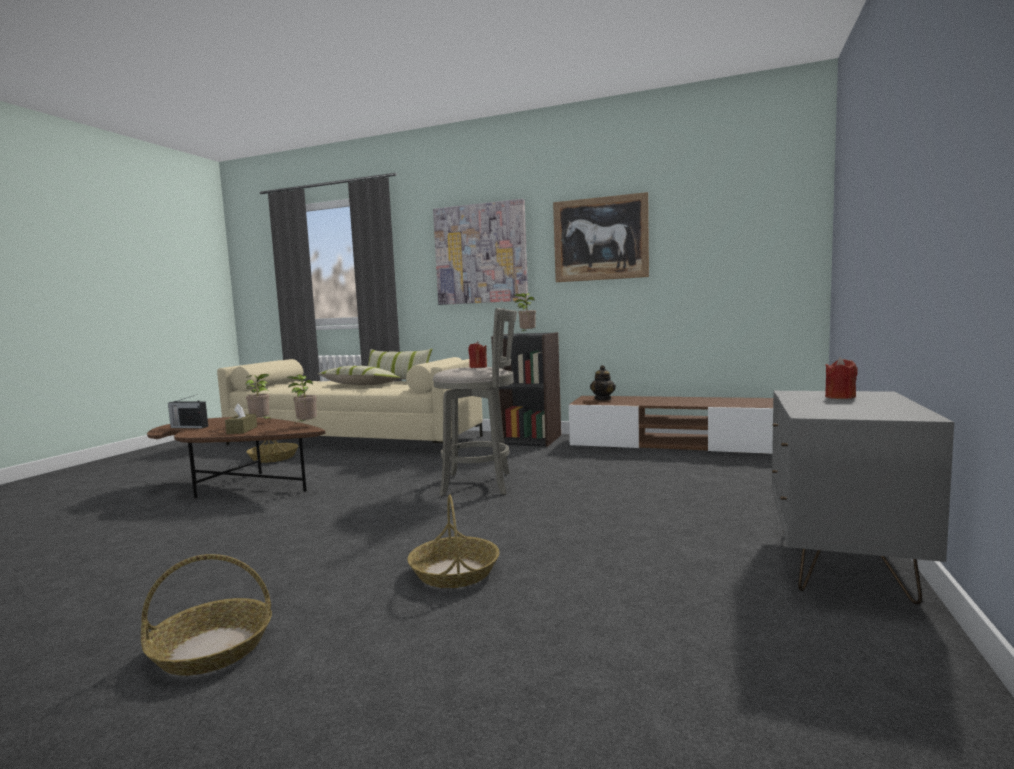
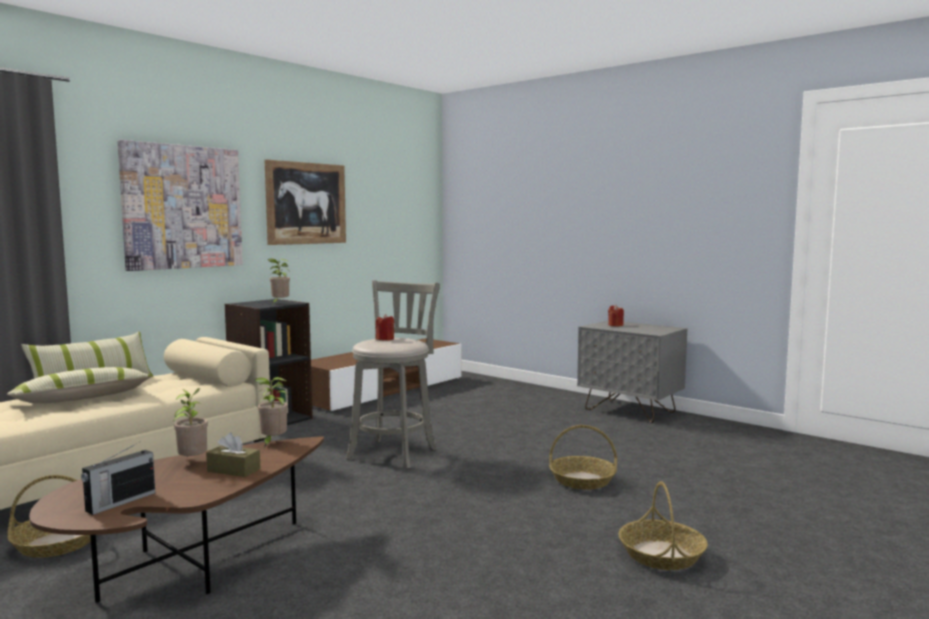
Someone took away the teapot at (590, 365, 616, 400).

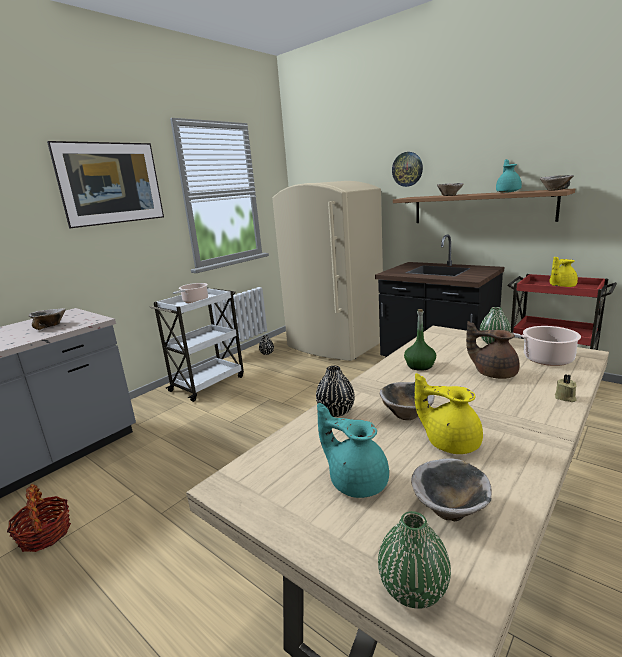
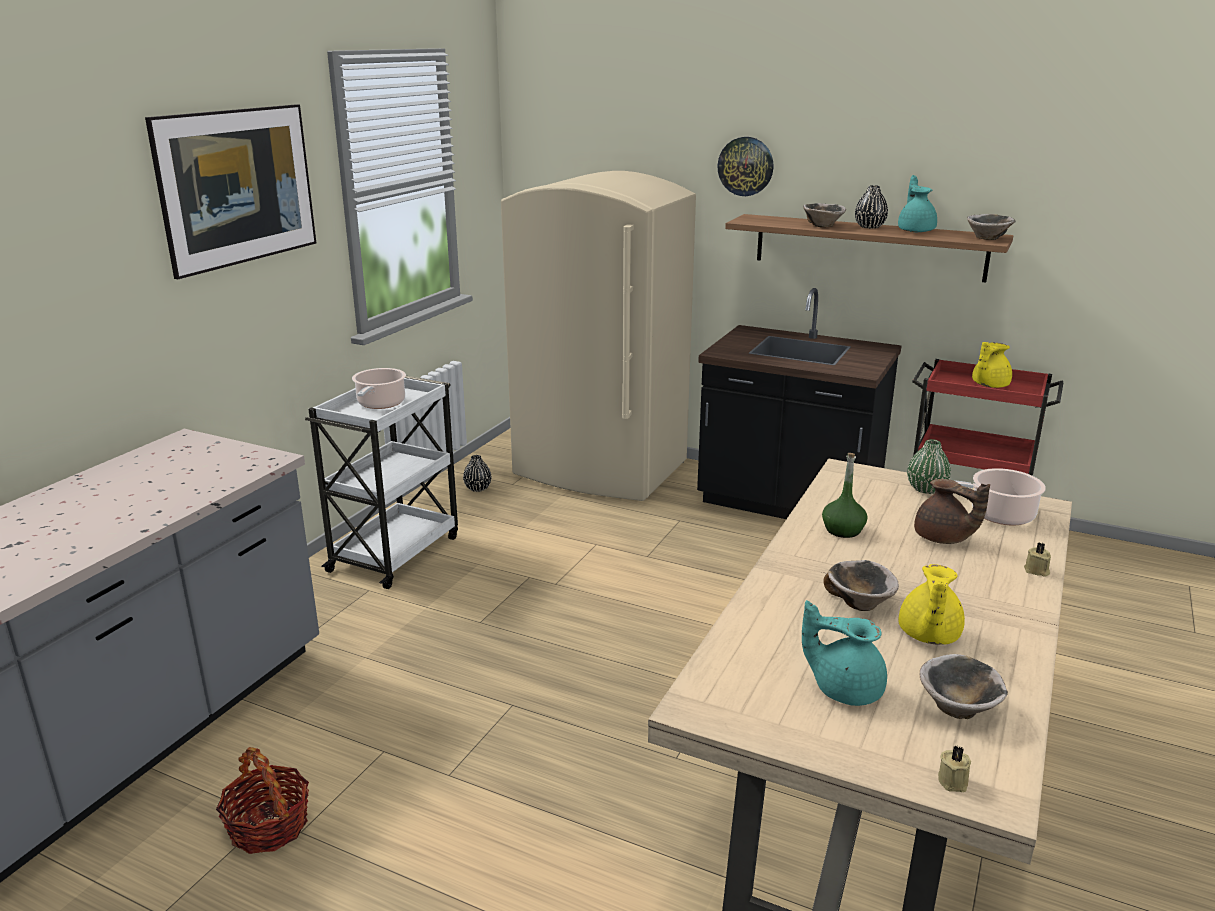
Someone took away the deep dish at (29, 308, 66, 330).
Someone rotated the teapot (brown-coloured) at (466, 321, 520, 379) by 150 degrees counterclockwise.
Someone carried the vase (black-coloured) from (316, 366, 355, 417) to (855, 185, 888, 229).
Someone rotated the teapot (yellowish) at (415, 373, 483, 454) by 90 degrees counterclockwise.
Someone swapped the vase (green) at (378, 511, 451, 609) for the candle (beige-coloured) at (938, 745, 971, 792).

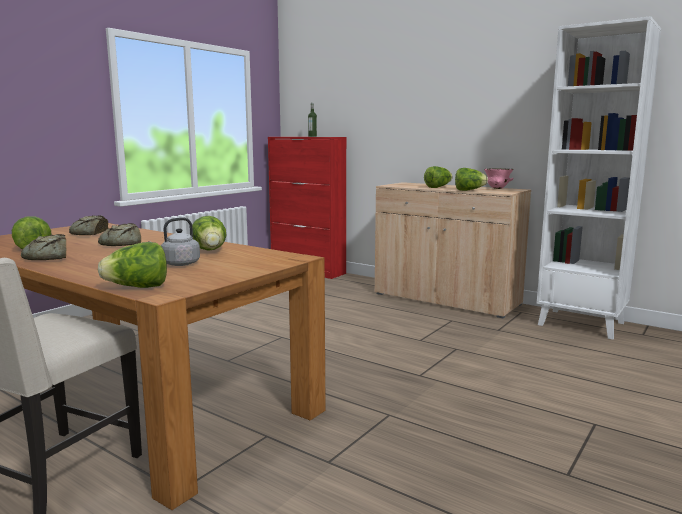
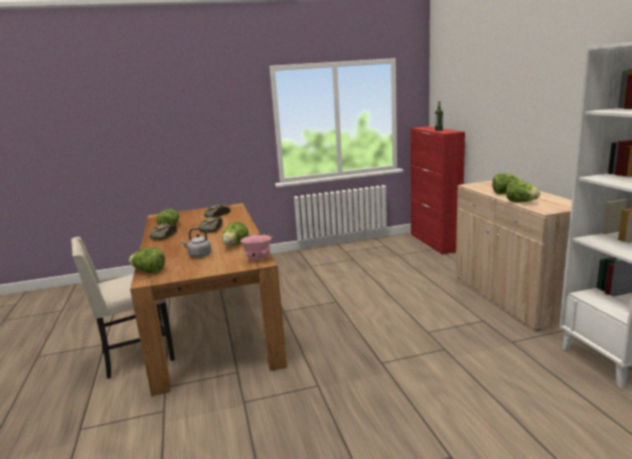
Someone carried the deep dish (pink-coloured) from (484, 168, 514, 189) to (240, 234, 274, 261).

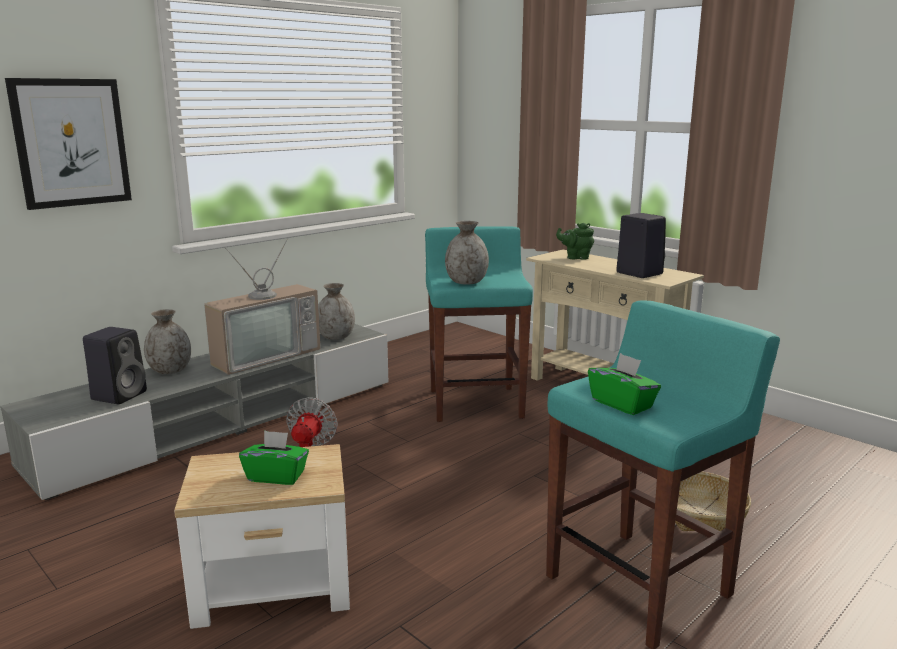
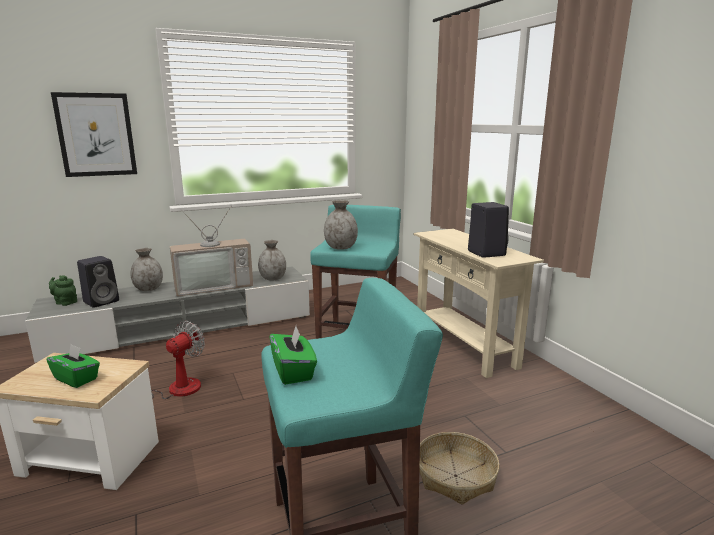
Someone carried the teapot (green) from (556, 223, 594, 260) to (49, 275, 77, 306).

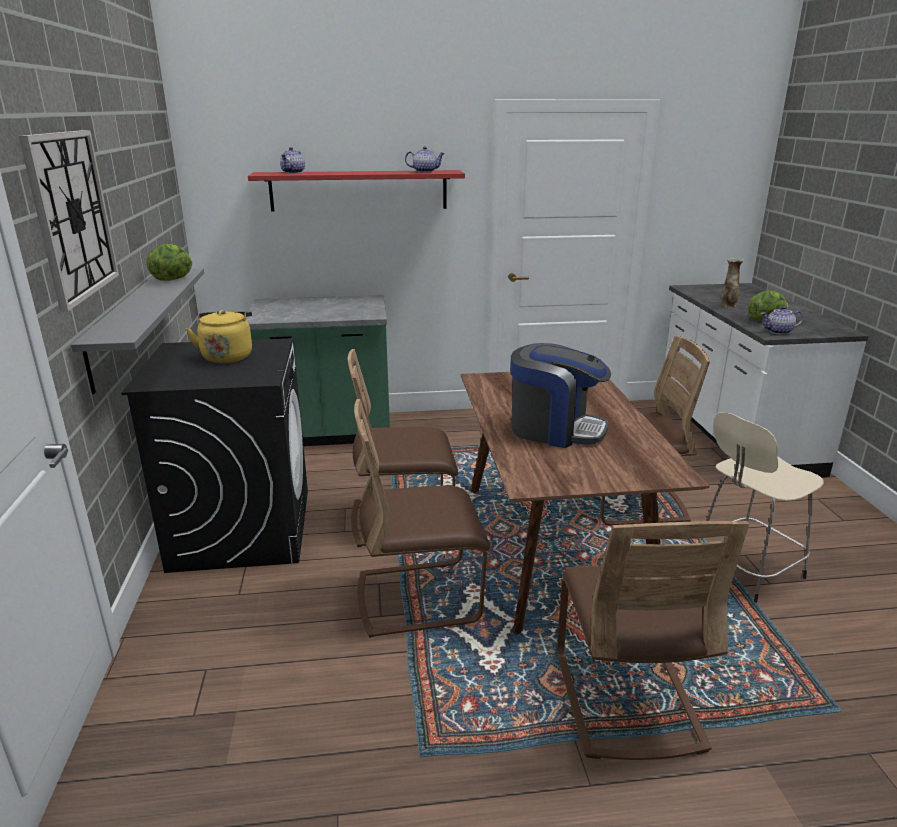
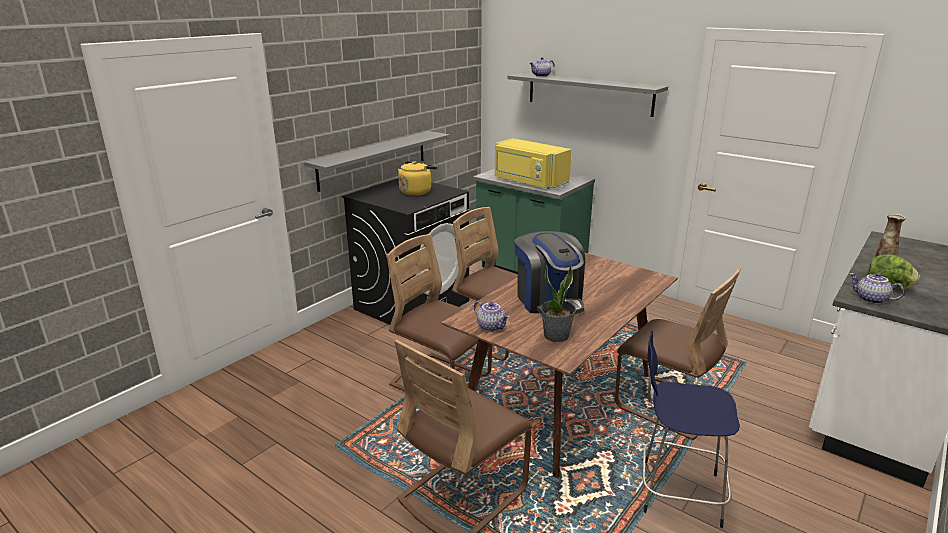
Someone took away the clock on the wall at (19, 130, 119, 312).
Someone carried the teapot from (405, 146, 445, 173) to (474, 301, 509, 332).
Someone repainted the bracket shelf (reddish) at (248, 170, 465, 212), which became the bracket shelf (greyish) at (507, 73, 668, 117).
Someone took away the lettuce at (147, 244, 192, 281).
Someone repainted the stool (beige-coloured) at (698, 412, 824, 603), which became the stool (bluish) at (642, 331, 740, 528).
Someone put down the kitchen microwave (yellowish) at (495, 138, 572, 189).
Someone put down the plant in a pot at (540, 262, 576, 342).

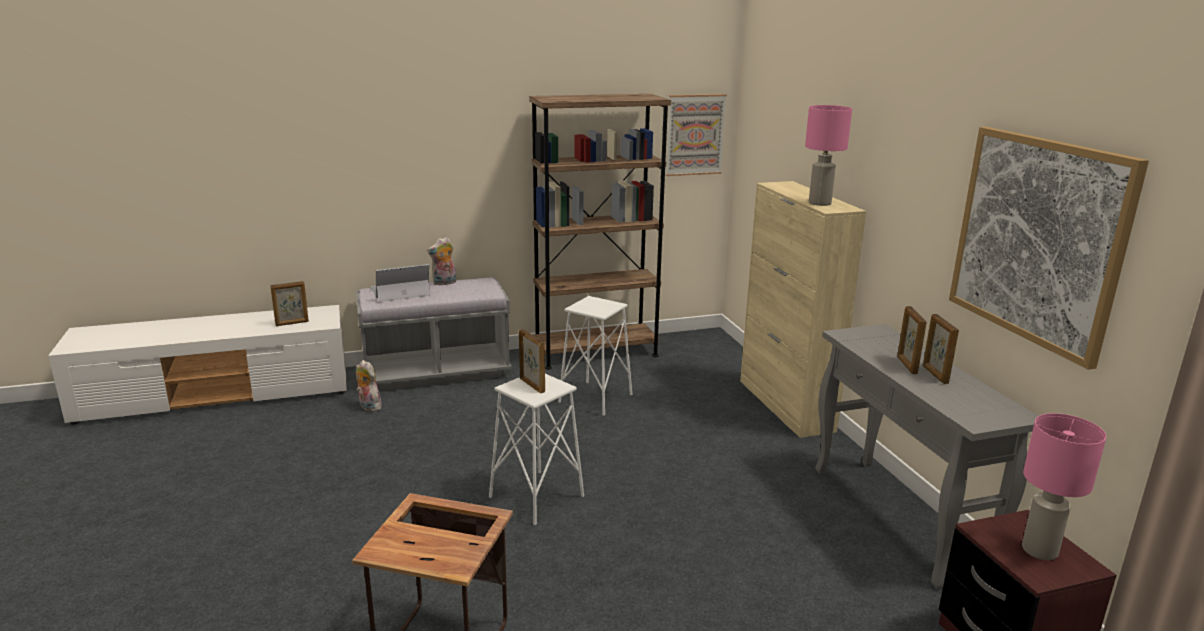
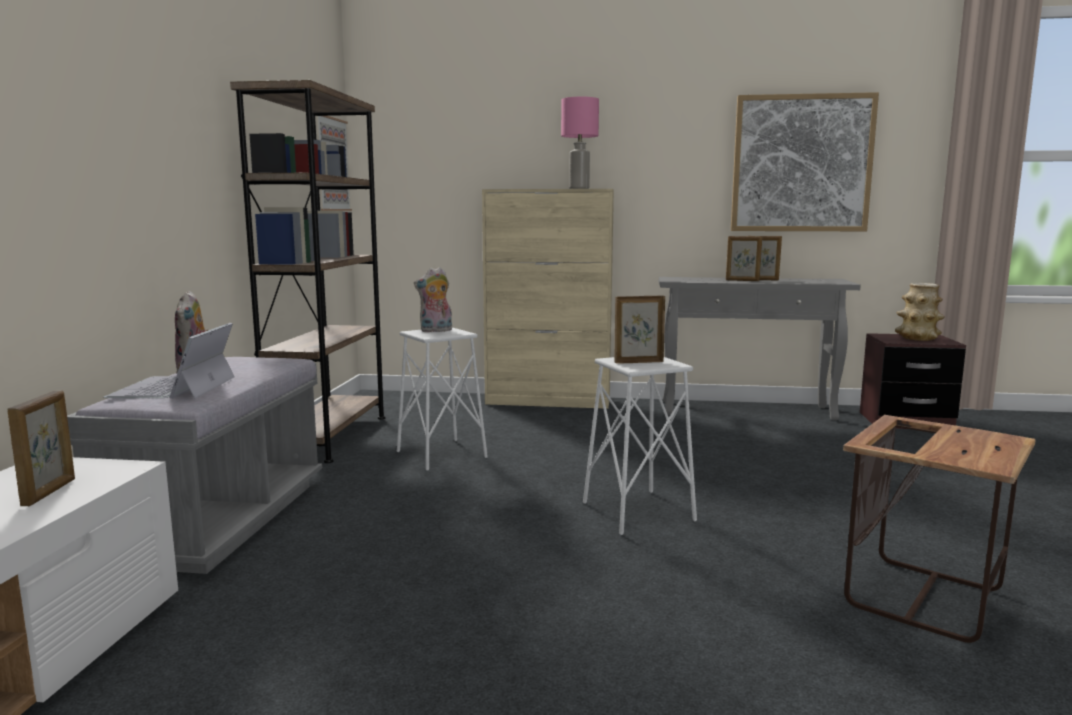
Someone carried the plush toy from (356, 360, 382, 412) to (414, 267, 452, 332).
Someone swapped the tabletop lamp (pink-coloured) at (1022, 413, 1106, 560) for the vase at (895, 283, 945, 341).

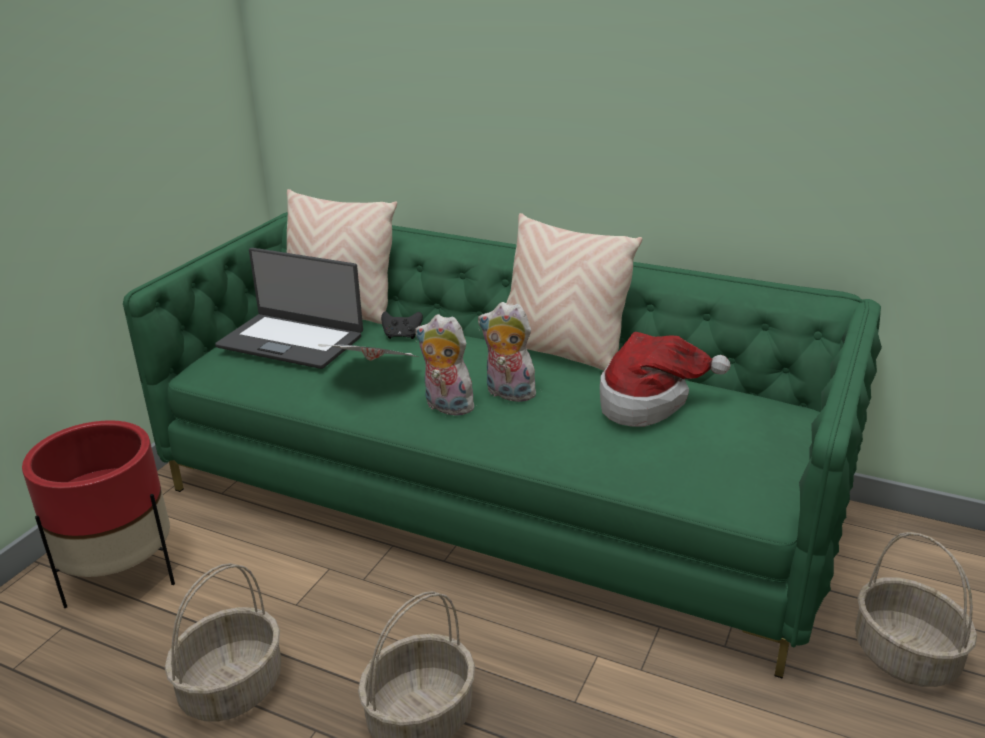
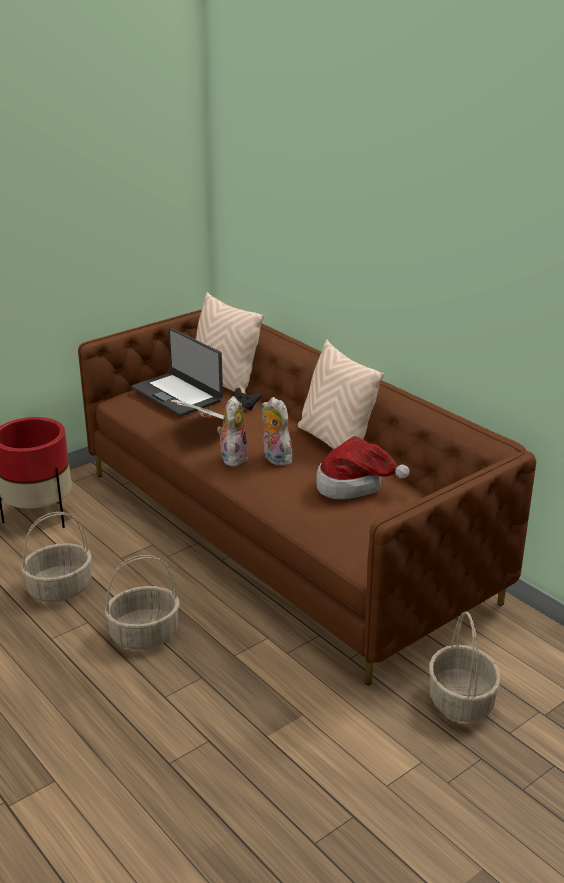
Someone repainted the sofa (green) at (123, 212, 882, 678), which became the sofa (brown-coloured) at (78, 309, 536, 686).
Someone rotated the plush toy at (415, 314, 474, 415) by 45 degrees clockwise.

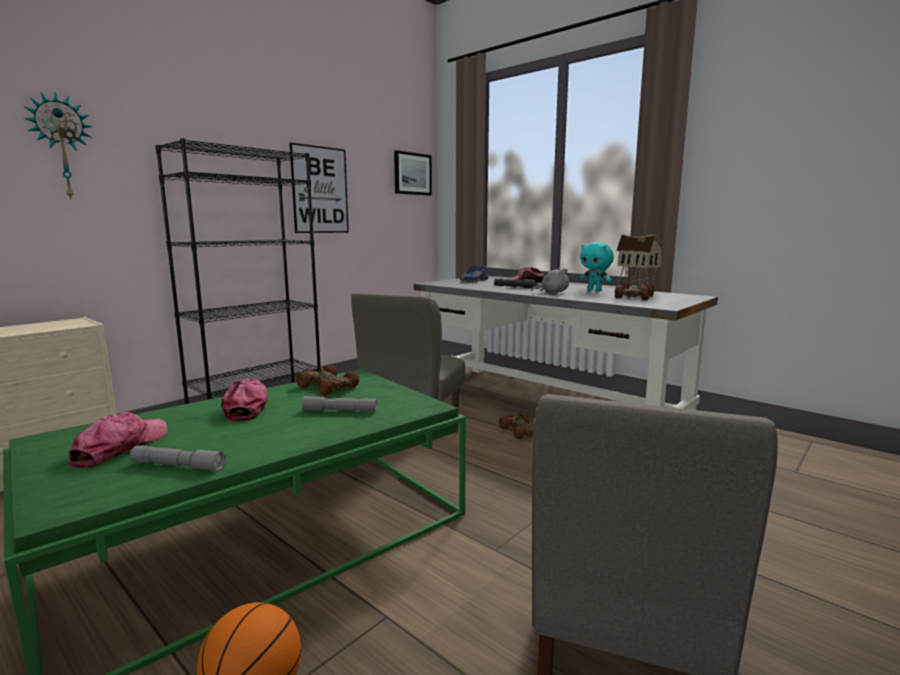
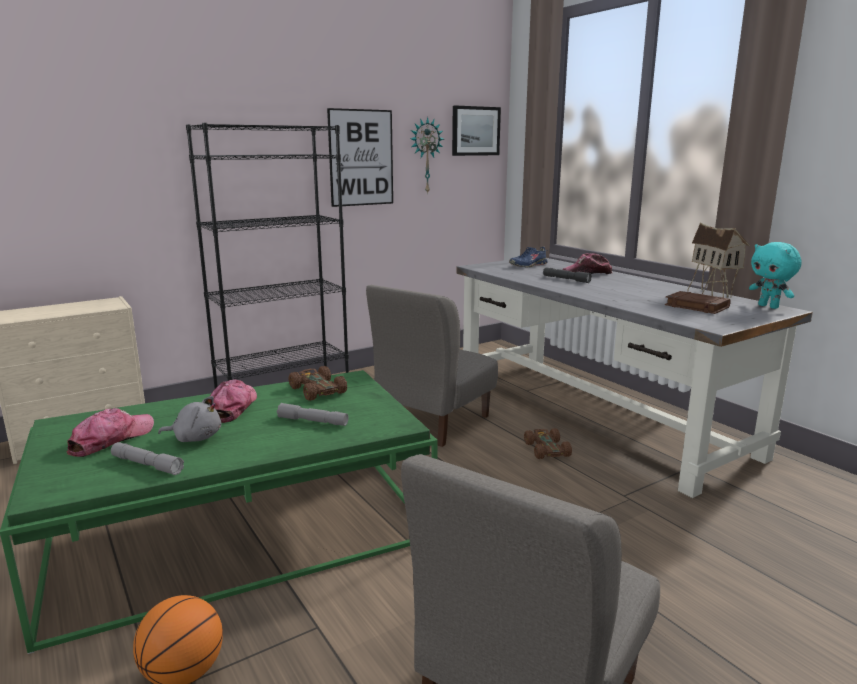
Someone carried the clock on the wall from (23, 92, 93, 199) to (410, 117, 444, 194).
Someone carried the plush toy (blue-green) from (580, 242, 614, 291) to (749, 242, 802, 309).
Someone carried the plush toy (greyish) from (531, 268, 569, 293) to (158, 396, 221, 442).
Someone swapped the model car (brown-coloured) at (615, 282, 654, 300) for the bound book (brown-coloured) at (665, 291, 731, 314).

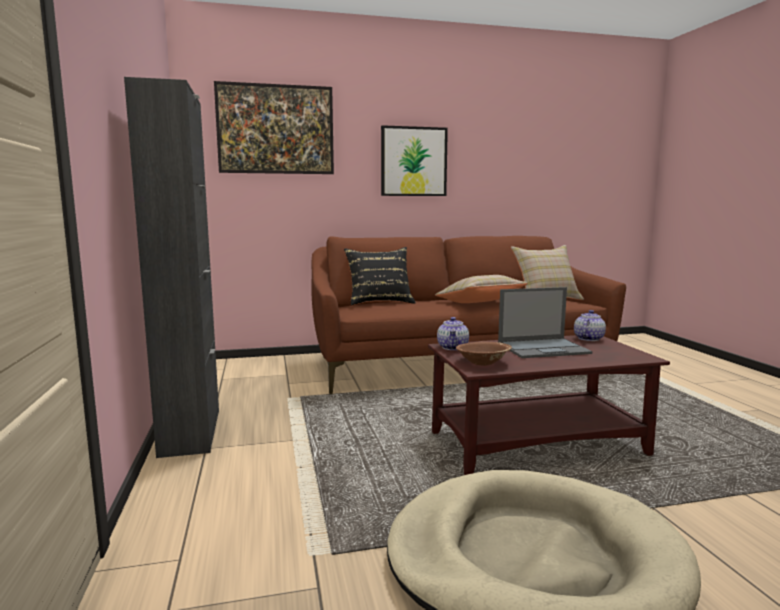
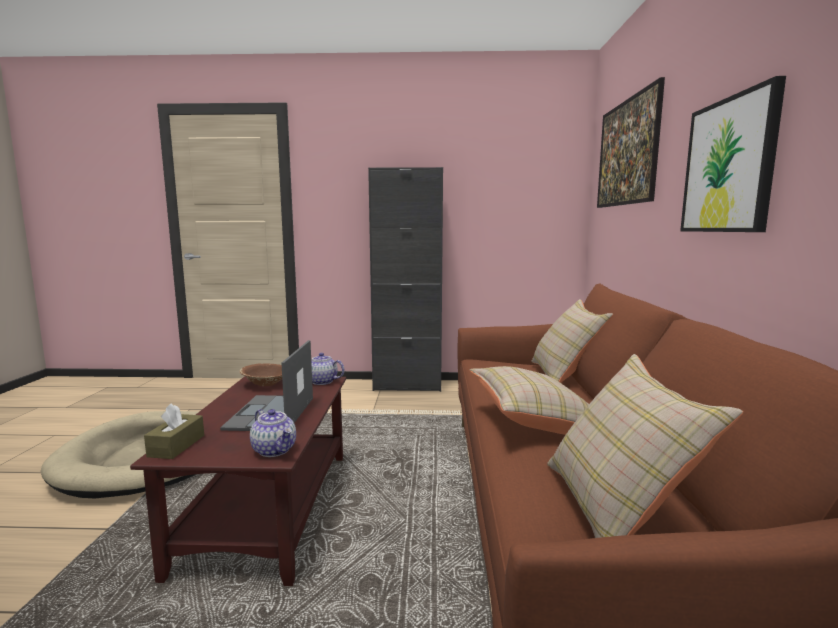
Someone repainted the cushion (black-coloured) at (344, 247, 416, 305), which became the cushion (beige-coloured) at (532, 299, 613, 383).
Someone put down the tissue box (brown-coloured) at (144, 403, 204, 459).

